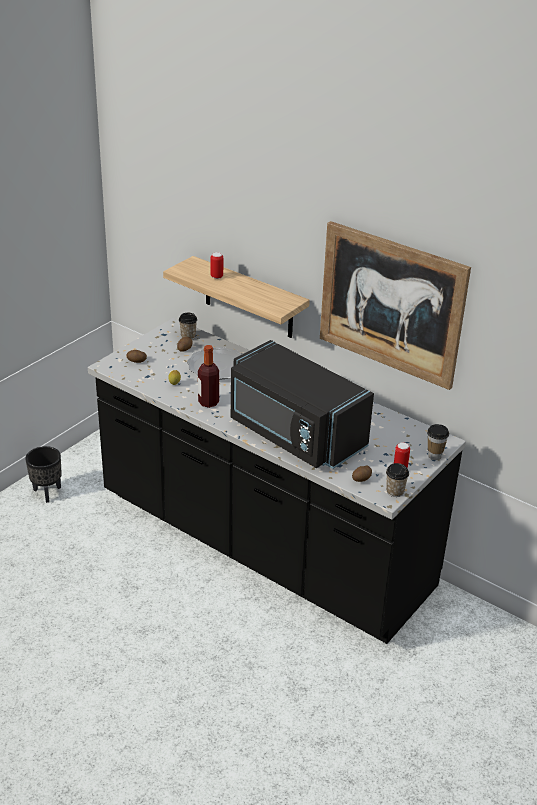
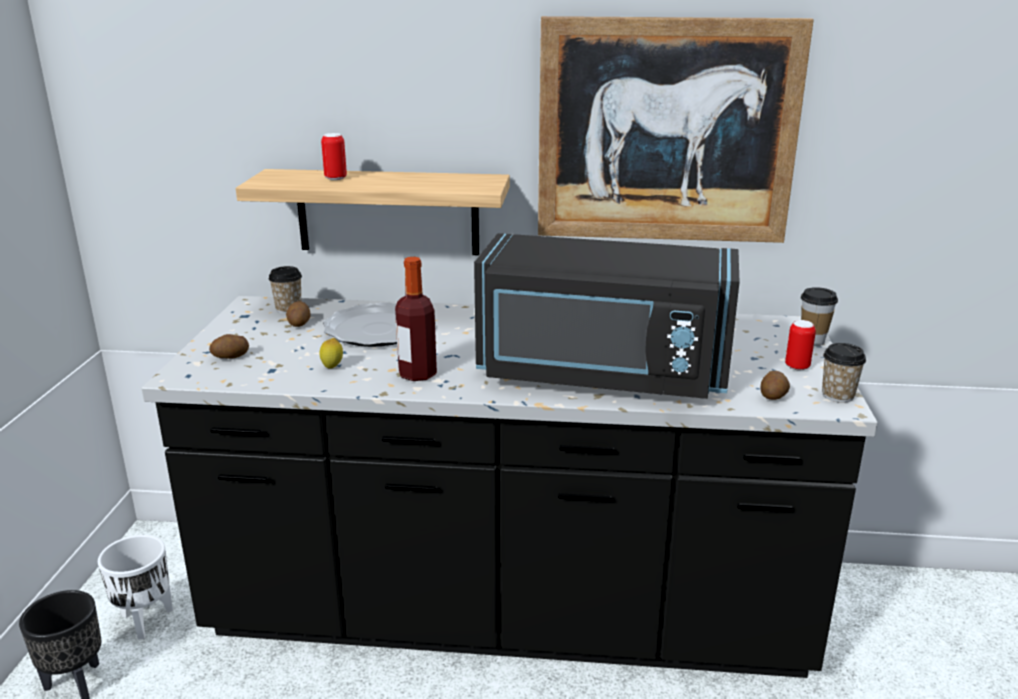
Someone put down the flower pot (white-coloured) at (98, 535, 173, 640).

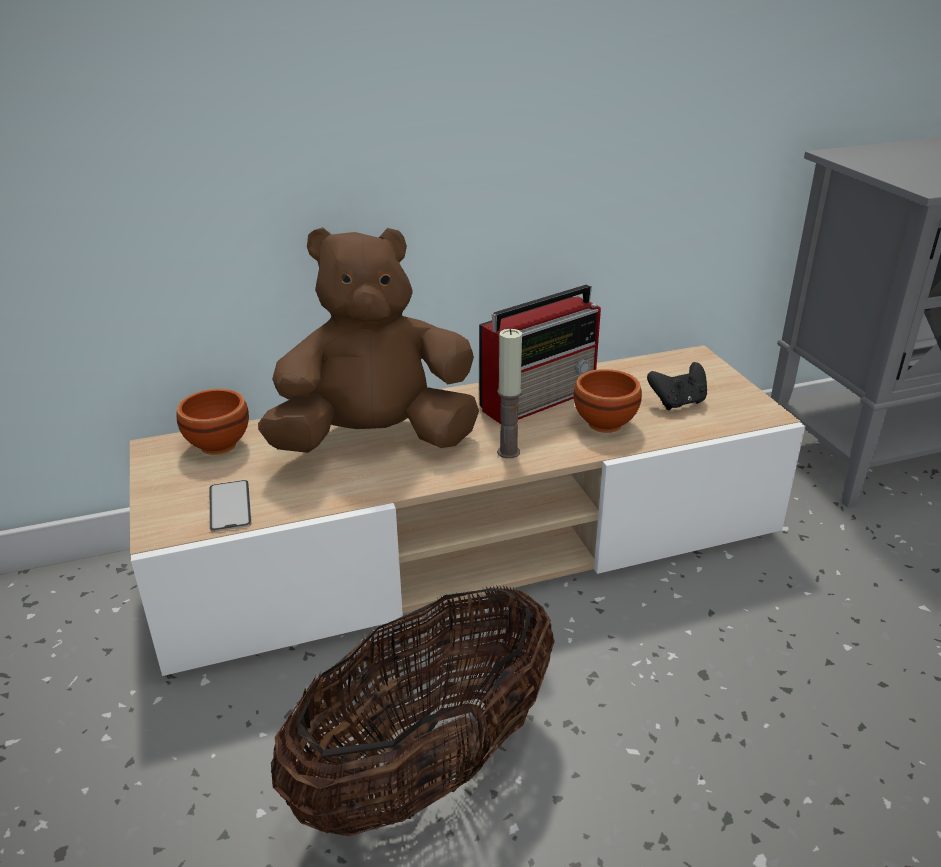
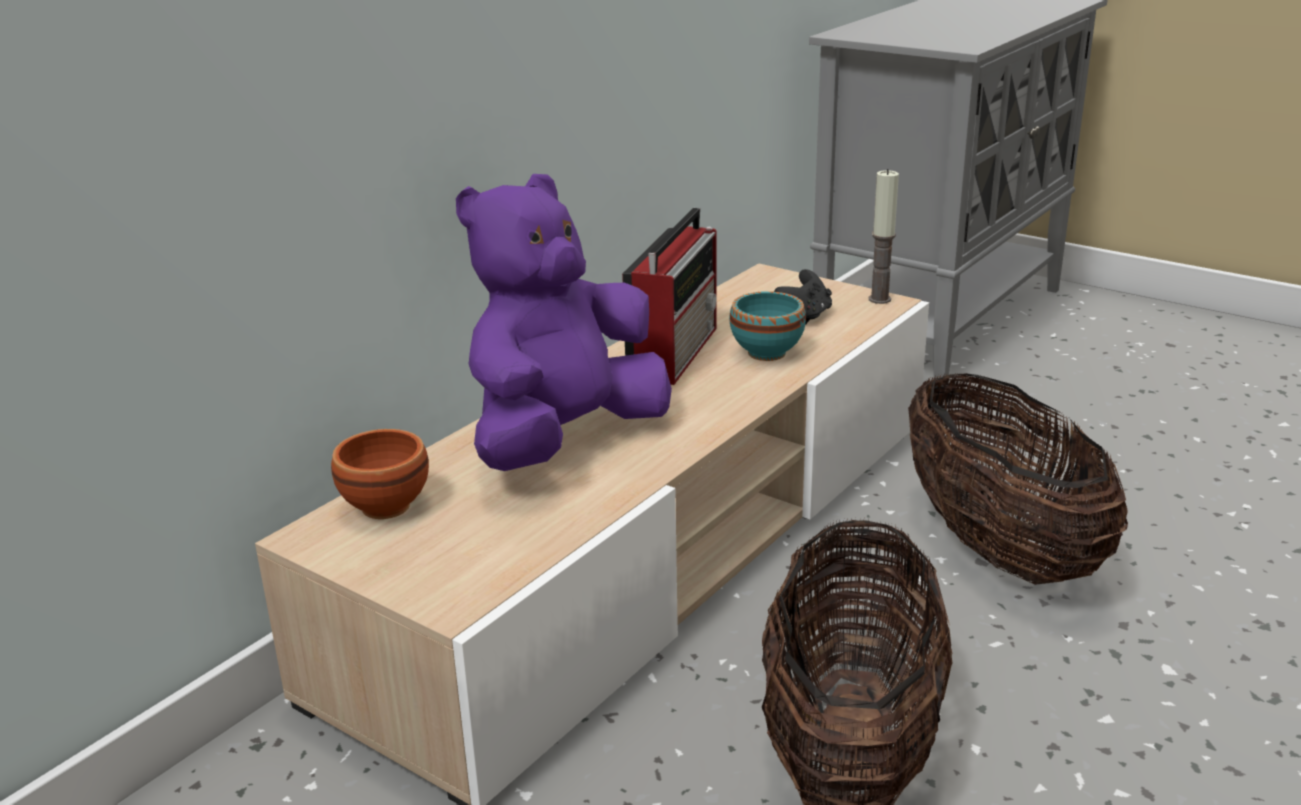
Someone repainted the plush toy (brown-coloured) at (258, 227, 479, 453), which became the plush toy (purple) at (456, 174, 672, 471).
Someone carried the candle from (497, 329, 522, 459) to (869, 169, 899, 304).
Someone repainted the deep dish (brown-coloured) at (574, 369, 642, 433), which became the deep dish (blue-green) at (729, 291, 806, 361).
Someone took away the phone at (209, 480, 251, 532).
Someone put down the household basket at (908, 373, 1128, 585).

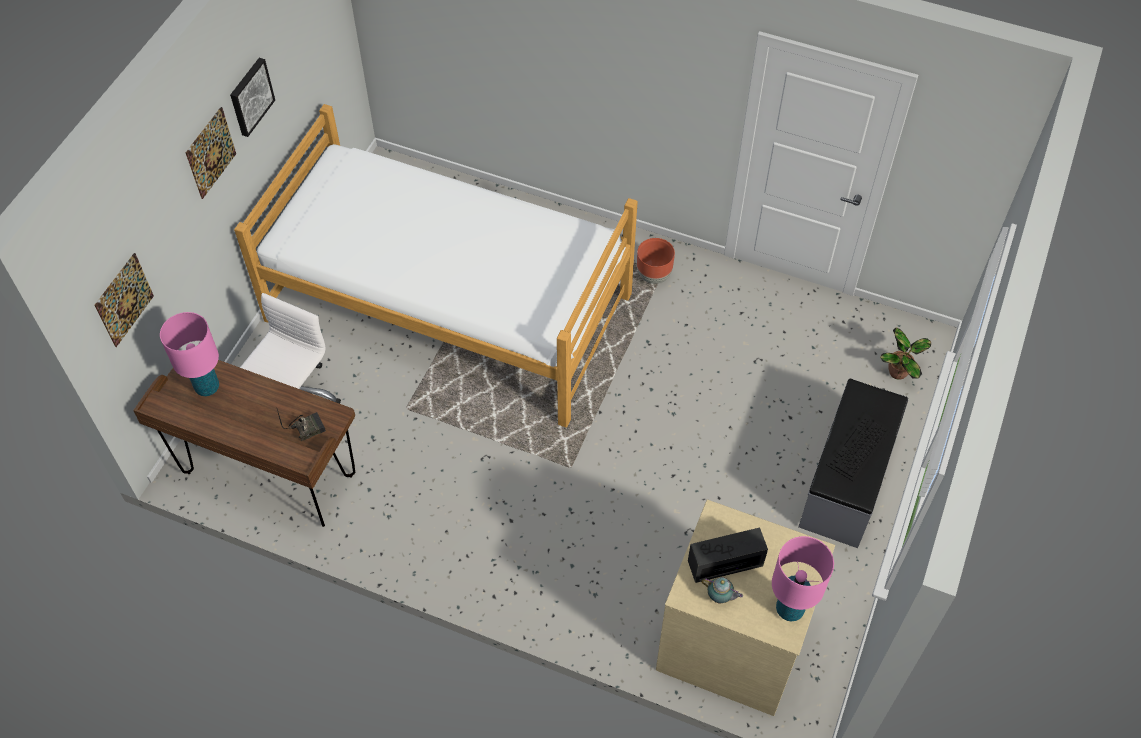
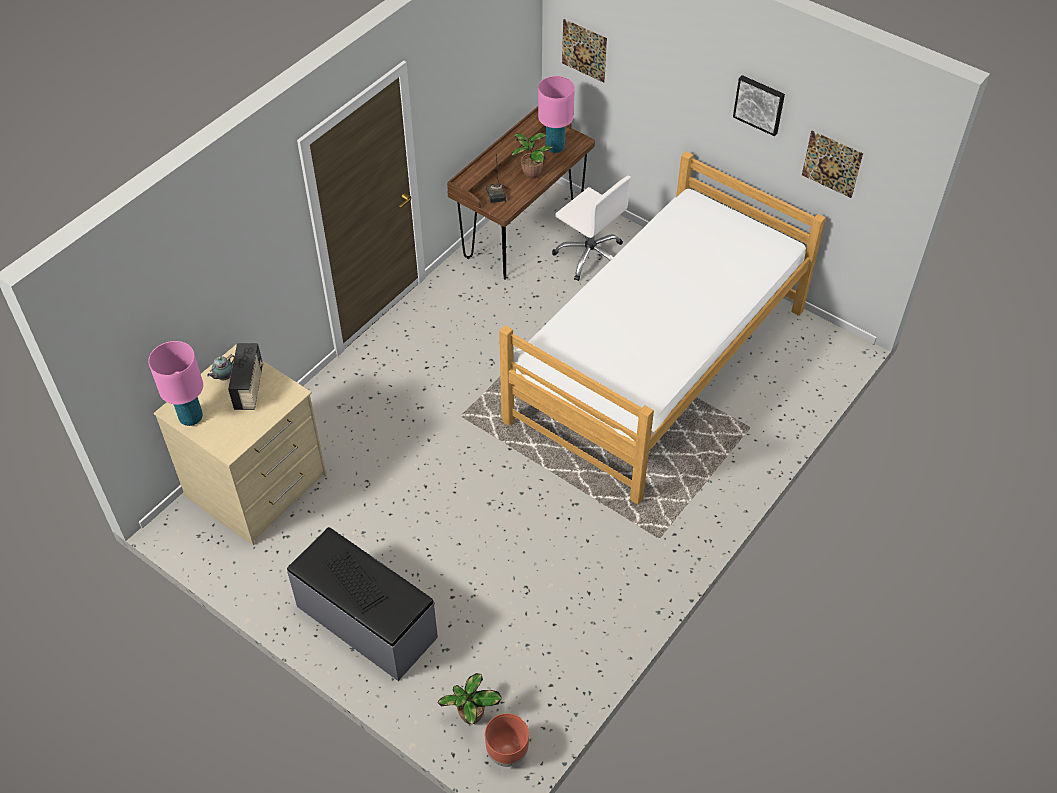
Someone carried the picture from (185, 107, 236, 199) to (802, 131, 863, 198).
Someone carried the flower pot (brown-coloured) from (637, 238, 675, 284) to (485, 713, 529, 767).
Someone put down the plant in a pot at (511, 133, 553, 179).

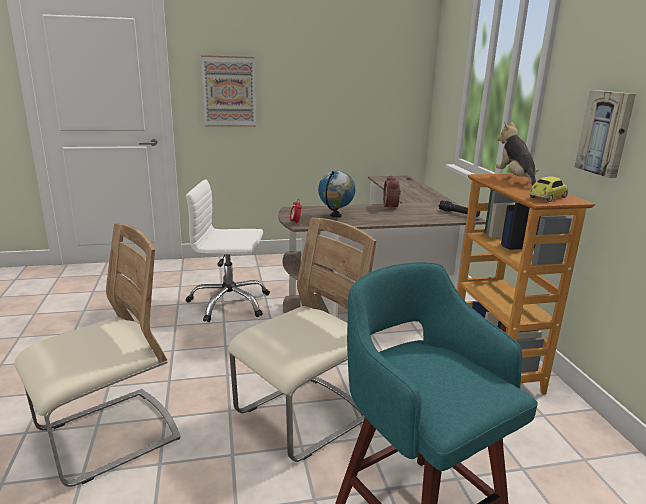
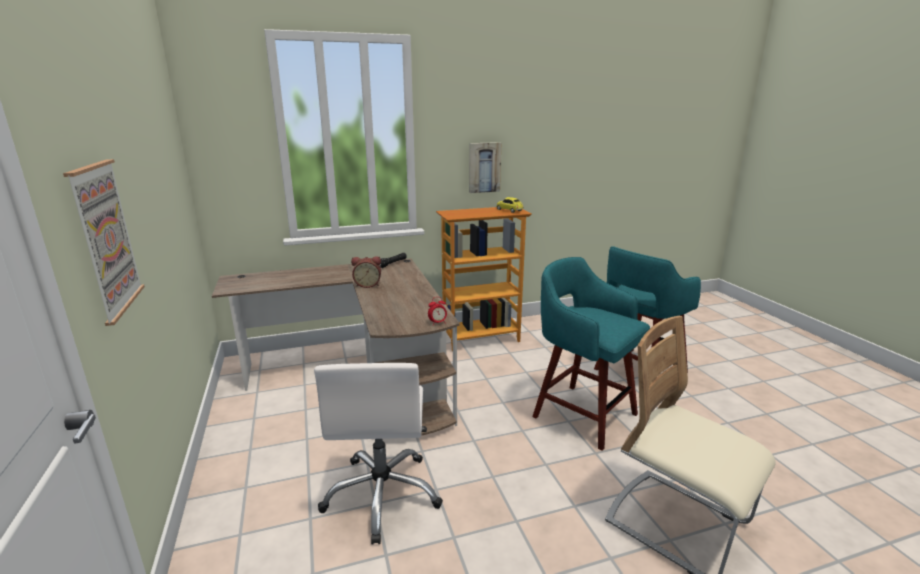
Someone took away the plush toy at (496, 122, 538, 186).
Someone took away the world globe at (318, 171, 355, 218).
Someone swapped the plain chair (beige-coloured) at (228, 218, 377, 462) for the stool (blue-green) at (532, 257, 650, 451).

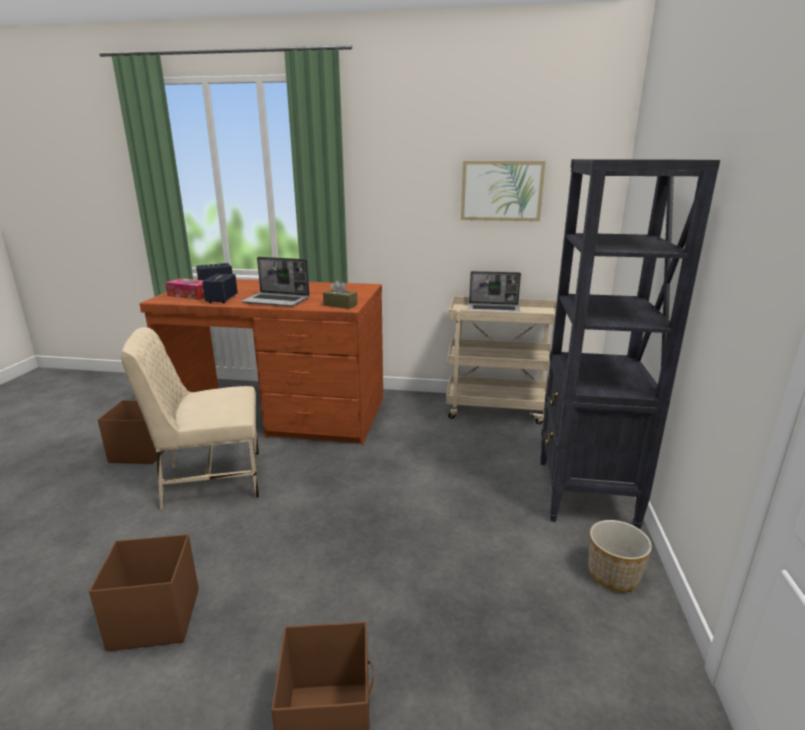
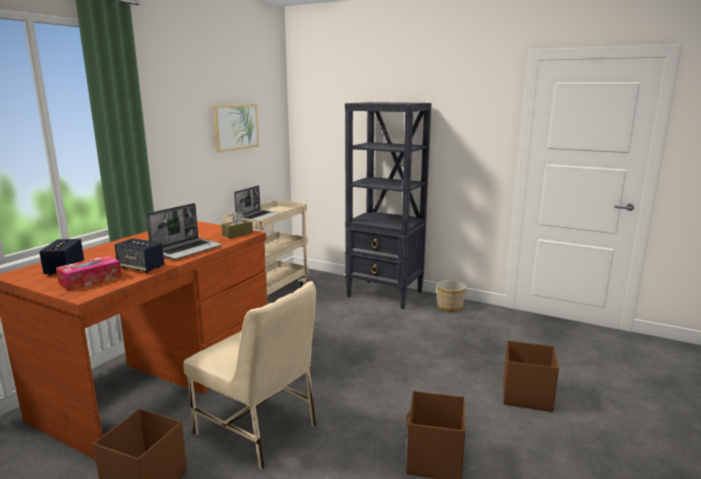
Someone rotated the plain chair (beige-coloured) at (121, 327, 259, 510) by 60 degrees counterclockwise.

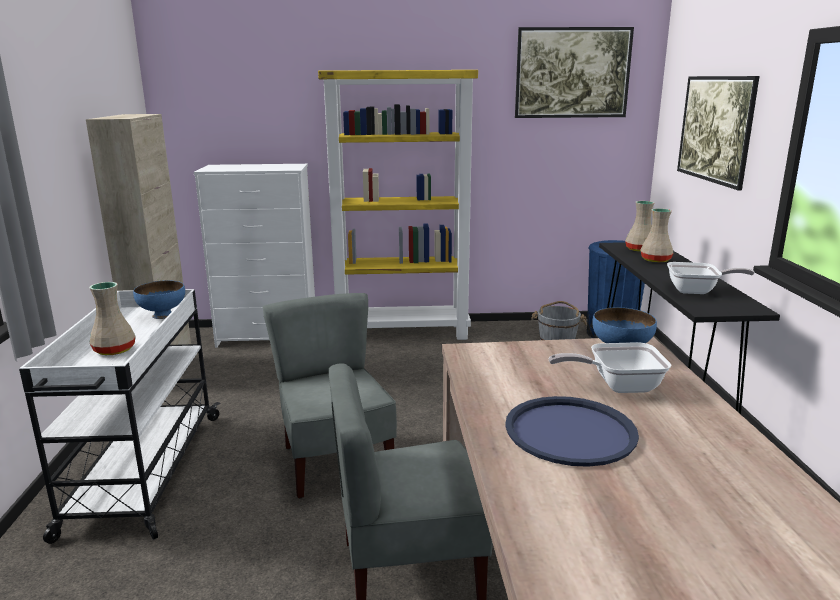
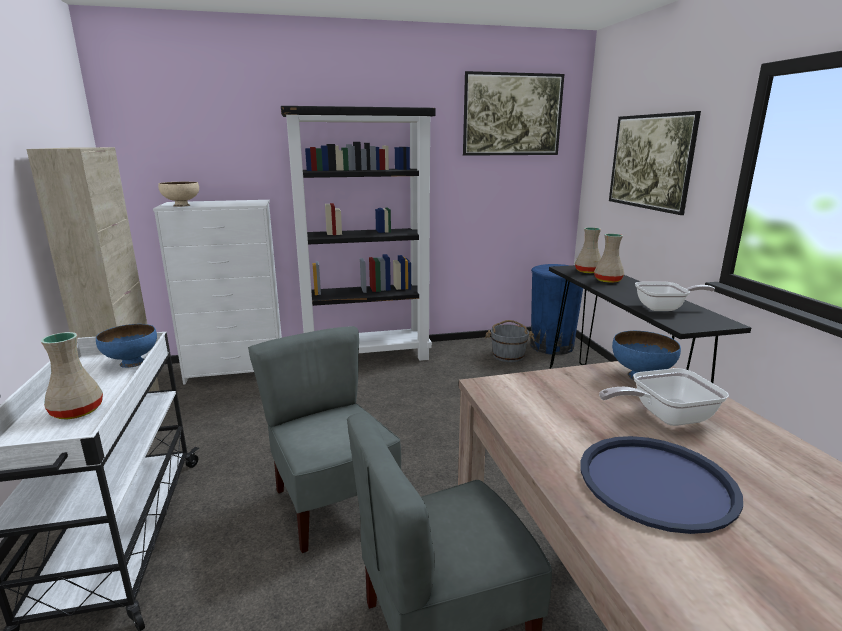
Someone repainted the bookcase (yellowish) at (318, 70, 478, 340), which became the bookcase (black-coloured) at (281, 106, 436, 361).
Someone put down the deep dish (beige-coloured) at (158, 182, 199, 207).

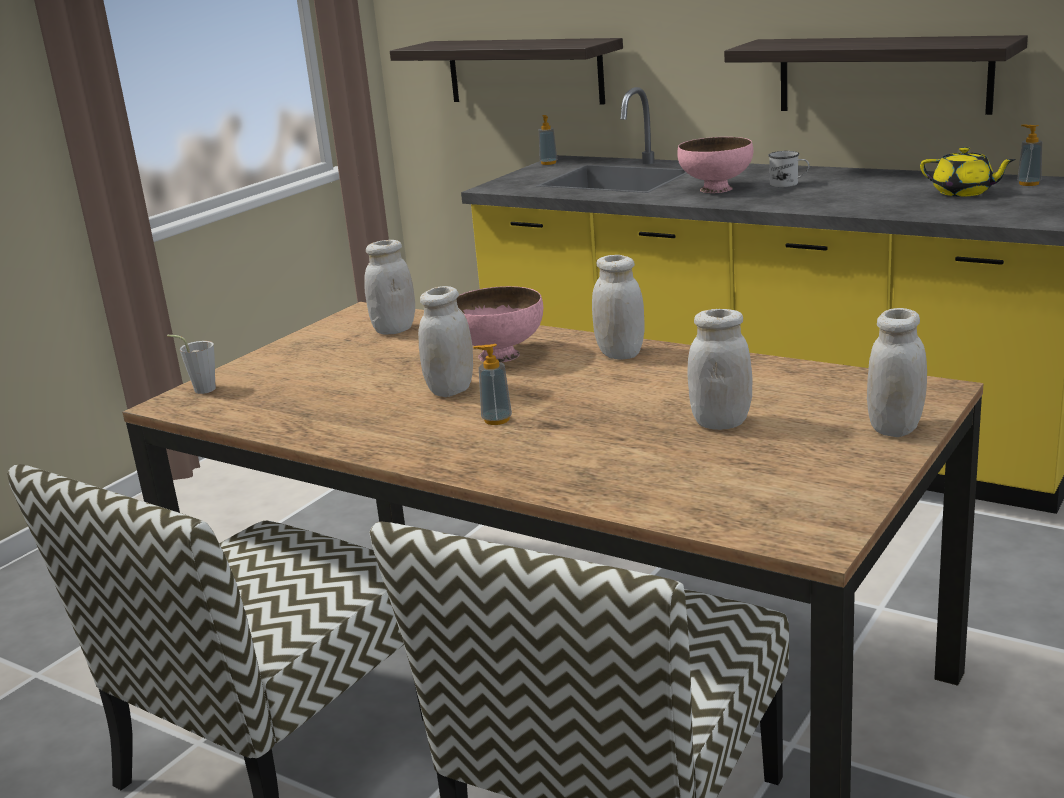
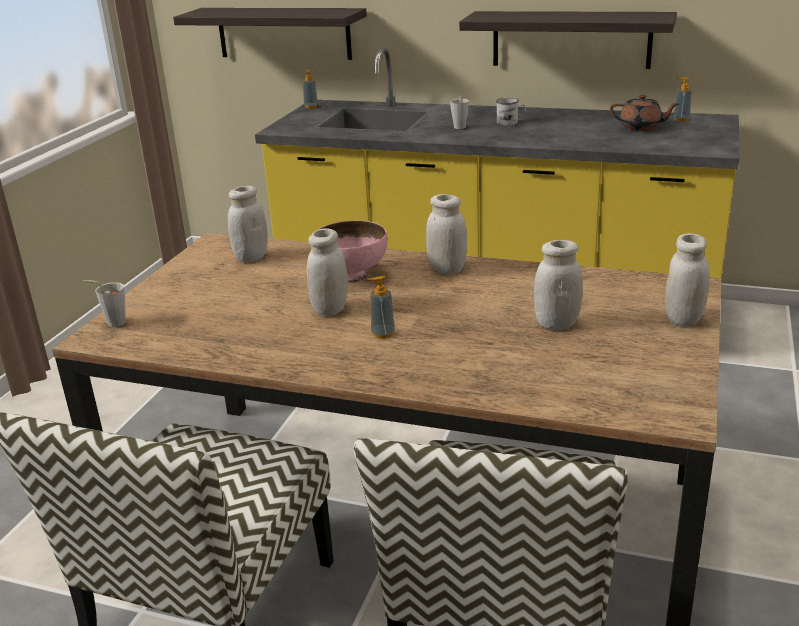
Someone swapped the deep dish (pink-coloured) at (677, 137, 753, 193) for the small cup (greyish) at (450, 96, 469, 129).
Someone repainted the teapot (yellowish) at (920, 147, 1016, 197), which became the teapot (brown-coloured) at (610, 95, 679, 131).

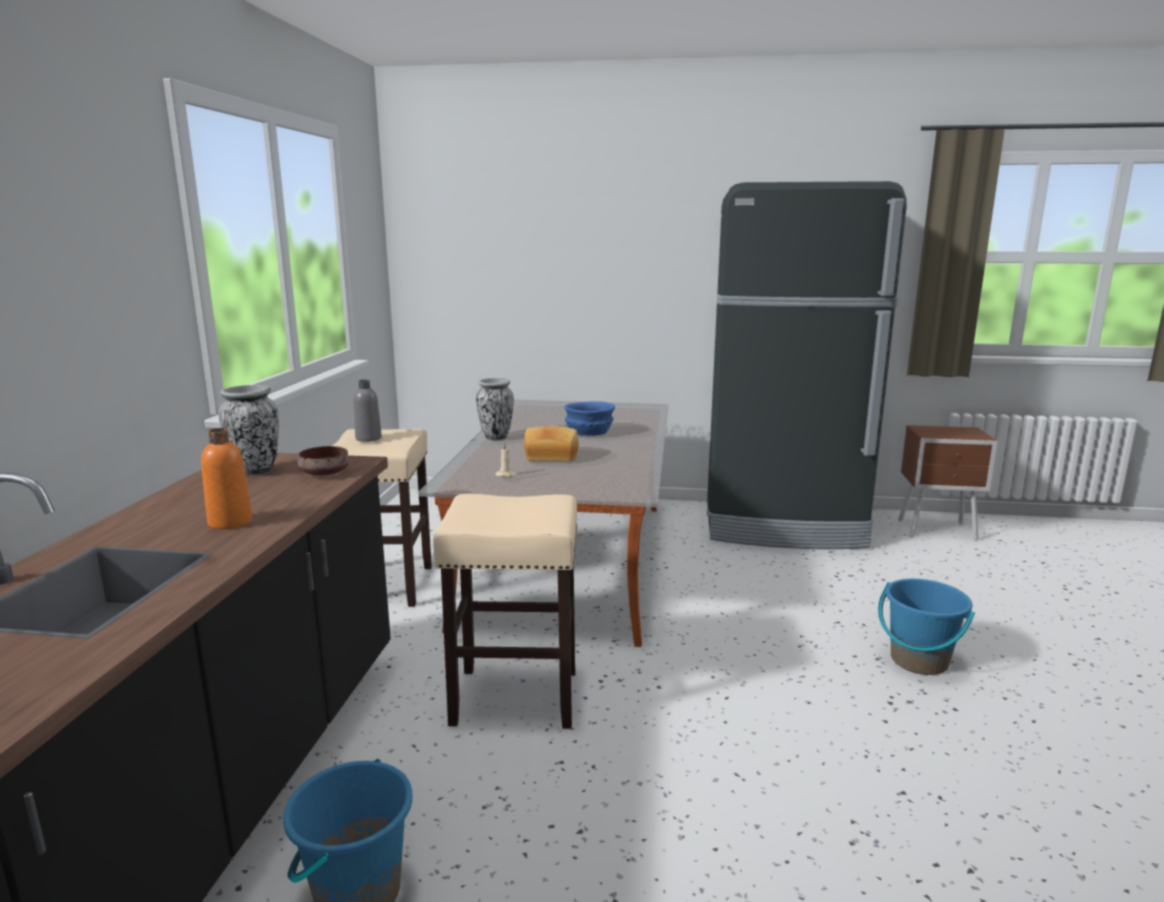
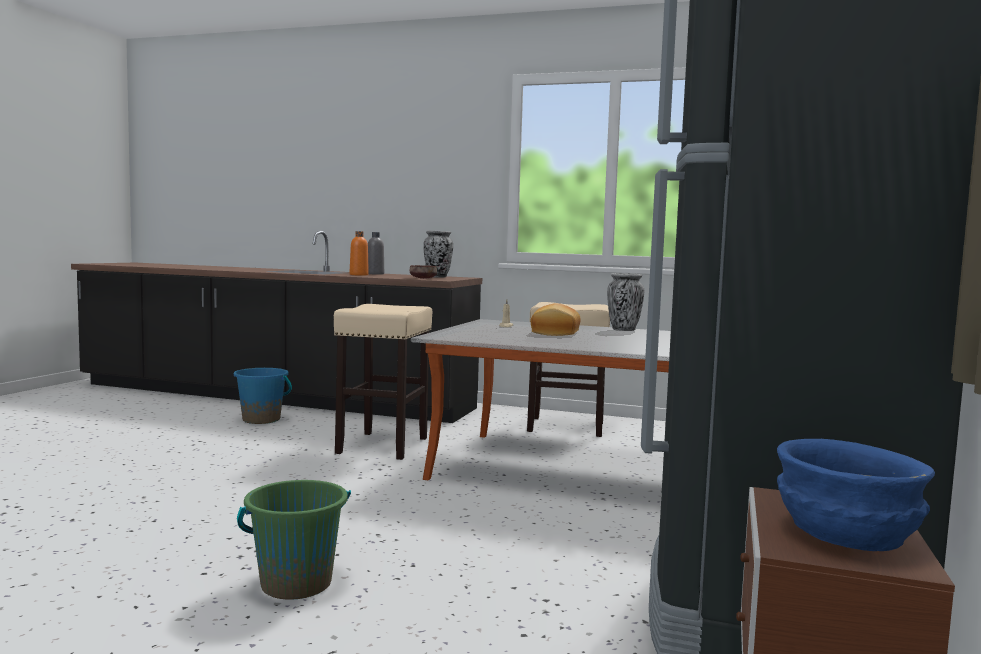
Someone carried the drink bottle (greyish) from (353, 380, 382, 442) to (368, 232, 384, 275).
Someone carried the deep dish (bluish) from (564, 402, 615, 436) to (777, 439, 935, 551).
Someone repainted the water bucket (bluish) at (878, 579, 975, 675), which became the water bucket (green) at (237, 480, 351, 600).

